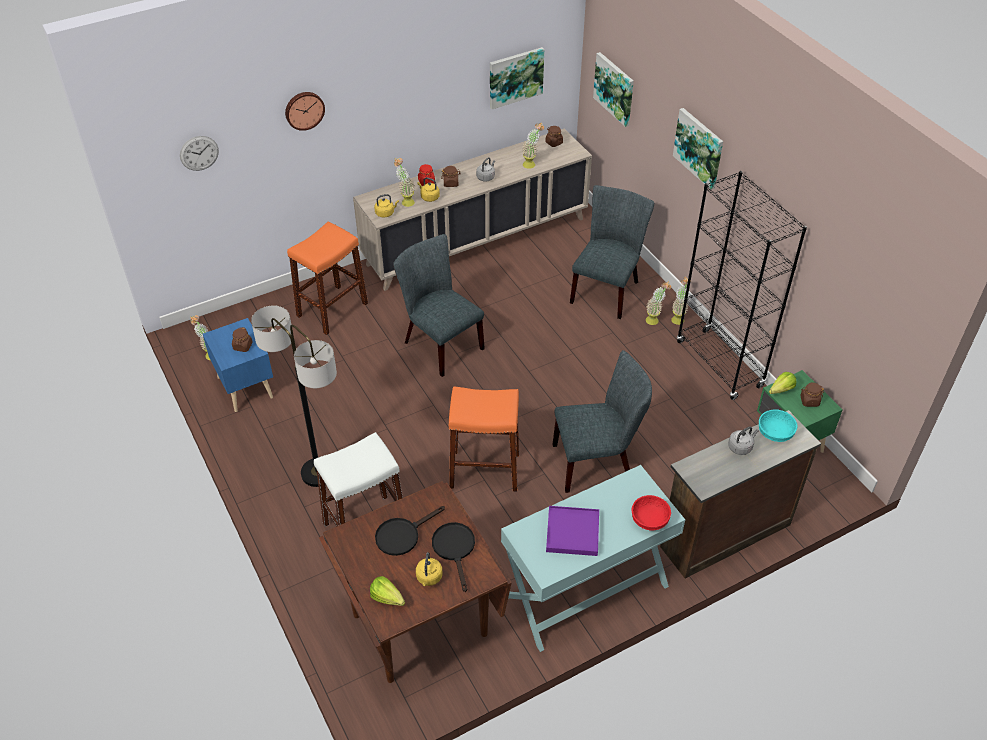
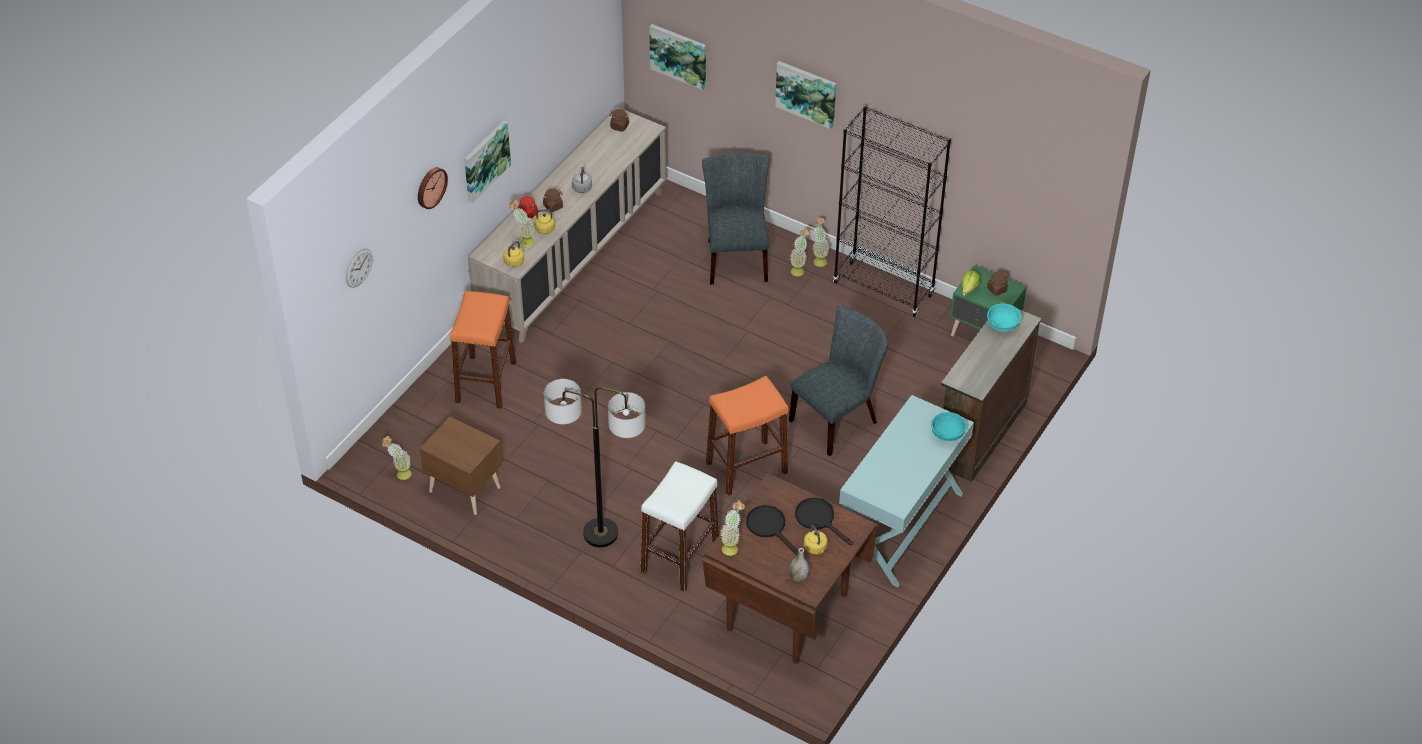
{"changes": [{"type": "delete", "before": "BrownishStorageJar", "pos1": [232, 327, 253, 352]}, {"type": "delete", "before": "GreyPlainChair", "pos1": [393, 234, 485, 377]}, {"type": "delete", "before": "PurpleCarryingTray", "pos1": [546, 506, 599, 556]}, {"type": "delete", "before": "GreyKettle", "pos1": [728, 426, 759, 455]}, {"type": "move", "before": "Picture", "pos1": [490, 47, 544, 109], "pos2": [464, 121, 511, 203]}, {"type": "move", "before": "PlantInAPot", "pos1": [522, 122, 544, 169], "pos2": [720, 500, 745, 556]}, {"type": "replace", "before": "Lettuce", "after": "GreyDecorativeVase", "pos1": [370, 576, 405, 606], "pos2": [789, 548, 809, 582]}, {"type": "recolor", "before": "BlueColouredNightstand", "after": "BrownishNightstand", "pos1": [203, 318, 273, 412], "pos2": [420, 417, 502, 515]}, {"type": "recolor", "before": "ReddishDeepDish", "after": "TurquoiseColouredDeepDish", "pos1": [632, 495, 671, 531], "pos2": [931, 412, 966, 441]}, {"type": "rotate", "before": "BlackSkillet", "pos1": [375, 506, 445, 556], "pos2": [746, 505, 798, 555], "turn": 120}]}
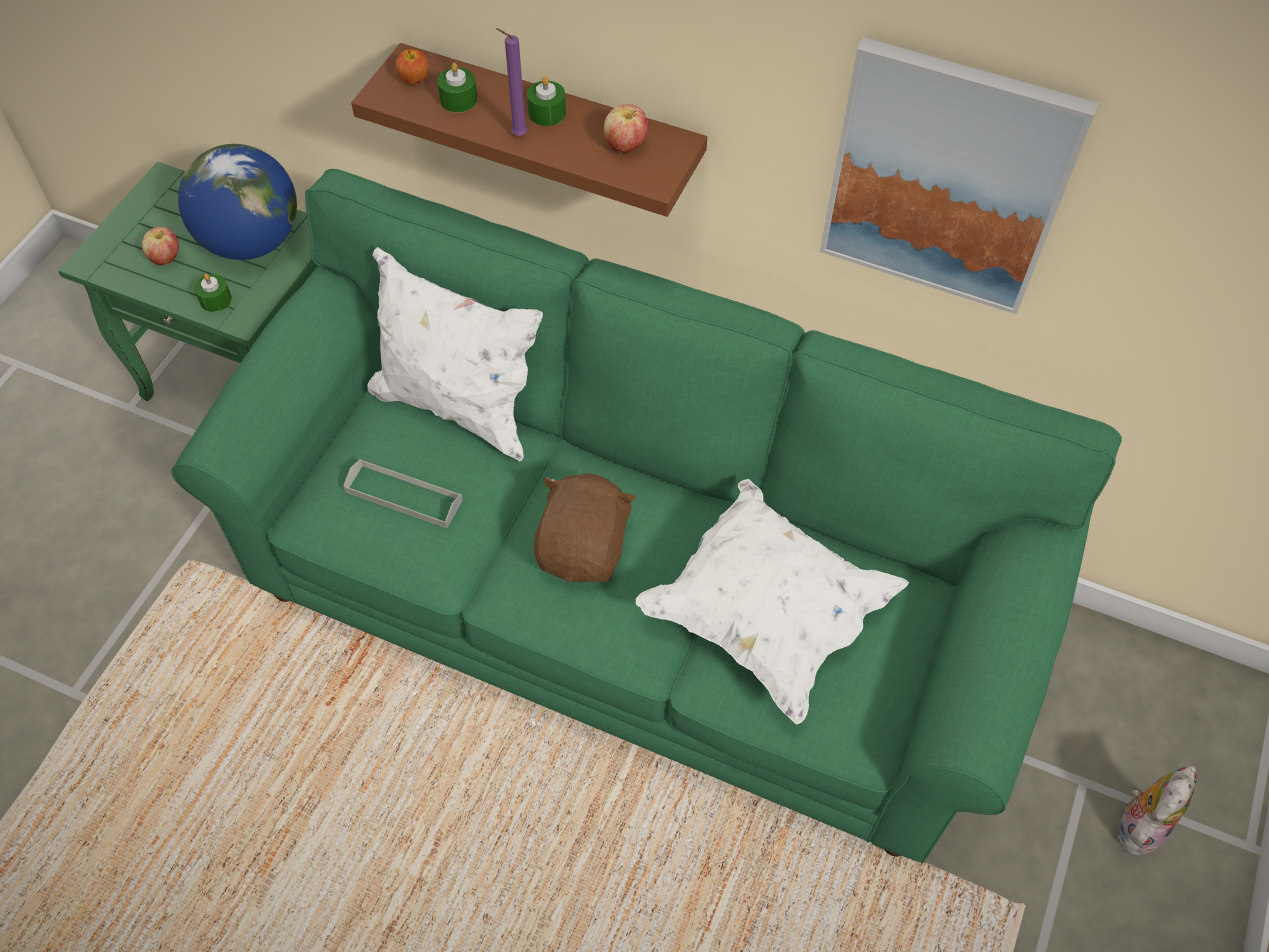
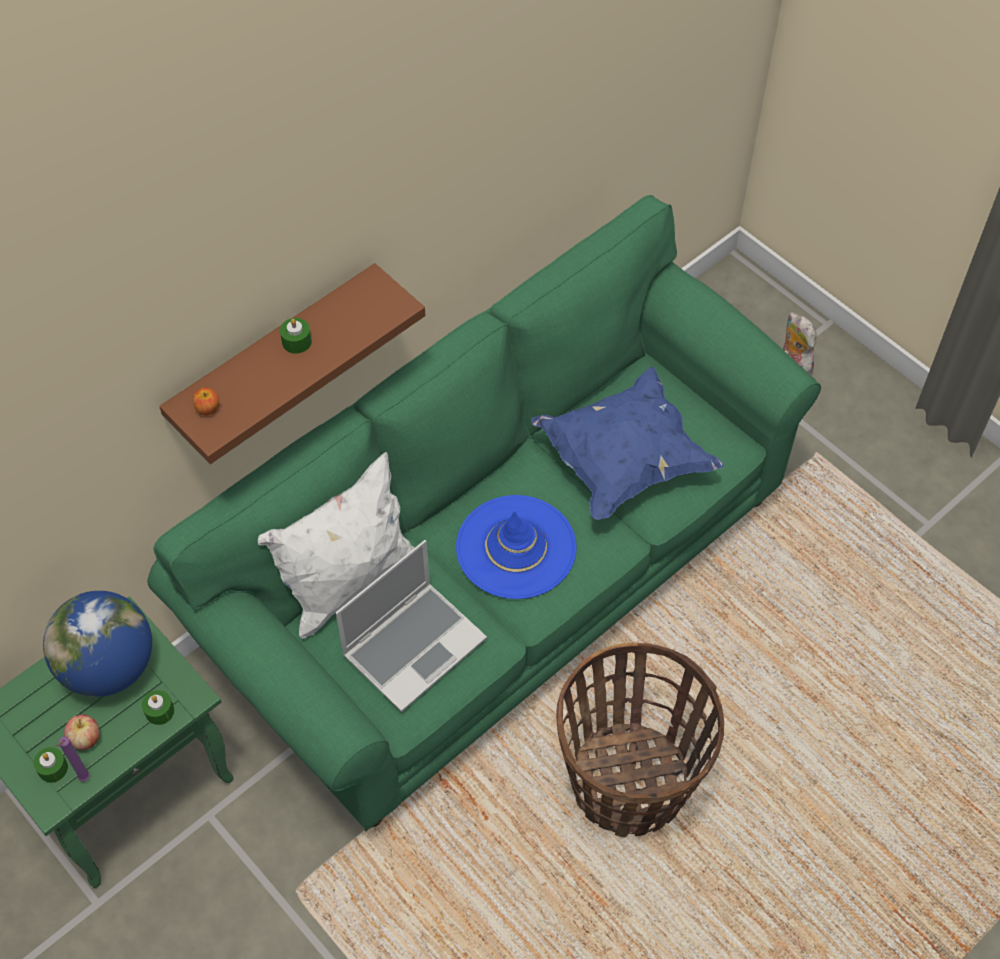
{"changes": [{"type": "delete", "before": "WholeApple", "pos1": [604, 104, 648, 152]}, {"type": "delete", "before": "Picture", "pos1": [820, 37, 1099, 315]}, {"type": "insert", "after": "Basket", "pos2": [556, 643, 724, 838]}, {"type": "move", "before": "GreenColouredWaxLight", "pos1": [437, 63, 477, 113], "pos2": [33, 747, 68, 783]}, {"type": "move", "before": "PurpleWaxLight", "pos1": [496, 28, 527, 136], "pos2": [56, 737, 90, 782]}, {"type": "replace", "before": "GreyCarryingTray", "after": "PortableComputer", "pos1": [343, 459, 463, 528], "pos2": [336, 540, 487, 712]}, {"type": "replace", "before": "BrownishSoftToy", "after": "BlueColouredHat", "pos1": [534, 473, 636, 582], "pos2": [456, 495, 577, 599]}, {"type": "recolor", "before": "WhiteColouredCushion", "after": "BlueColouredCushion", "pos1": [636, 479, 909, 725], "pos2": [531, 367, 724, 520]}]}
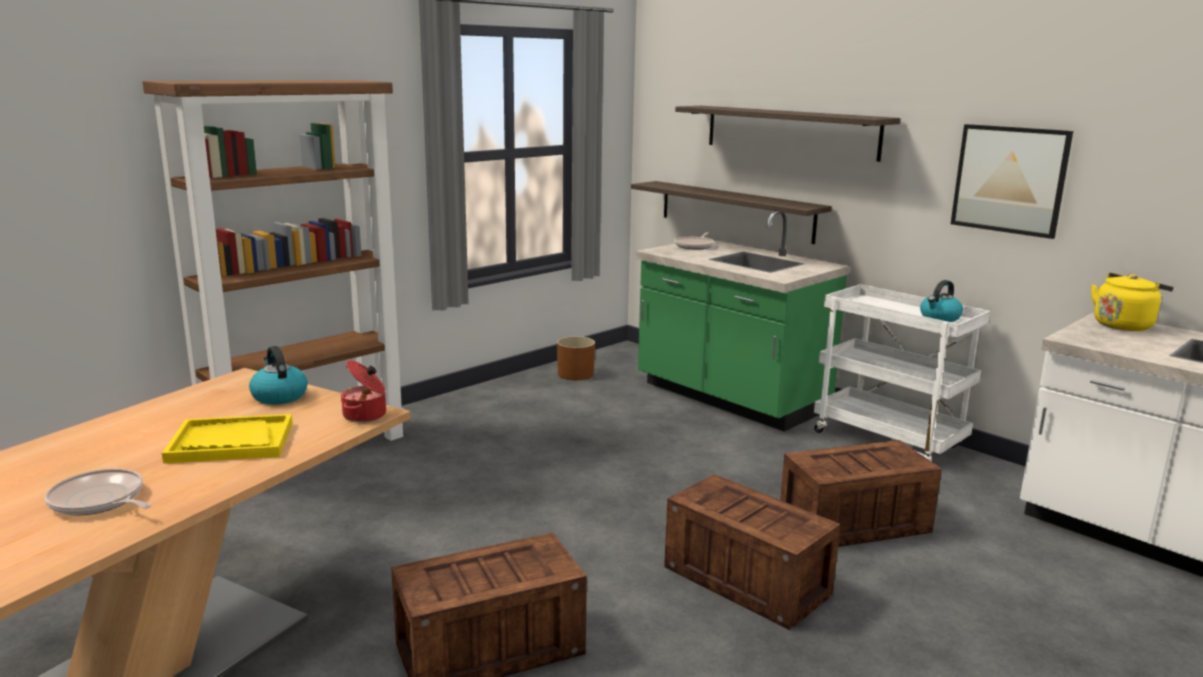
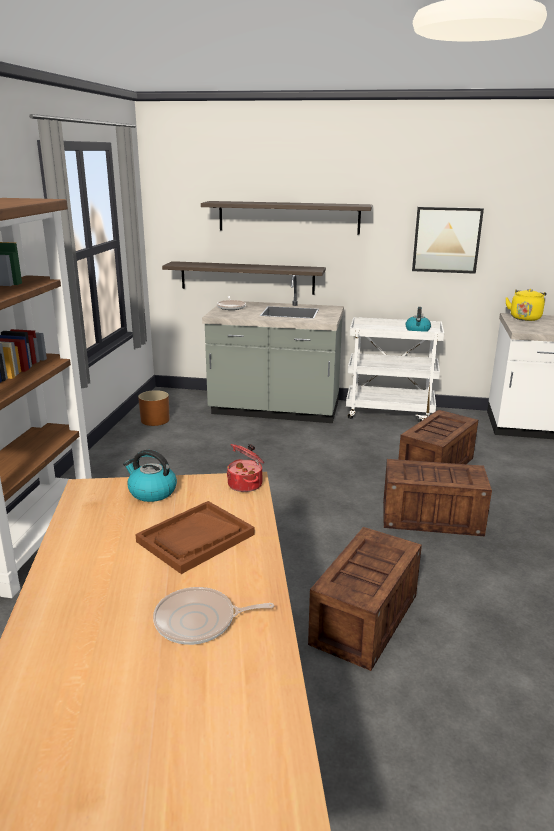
{"changes": [{"type": "recolor", "before": "YellowishCarryingTray", "after": "BrownishCarryingTray", "pos1": [162, 414, 293, 464], "pos2": [135, 501, 254, 574]}, {"type": "recolor", "before": "GreenColouredCounter", "after": "GreyCounter", "pos1": [636, 211, 850, 431], "pos2": [202, 275, 344, 423]}]}
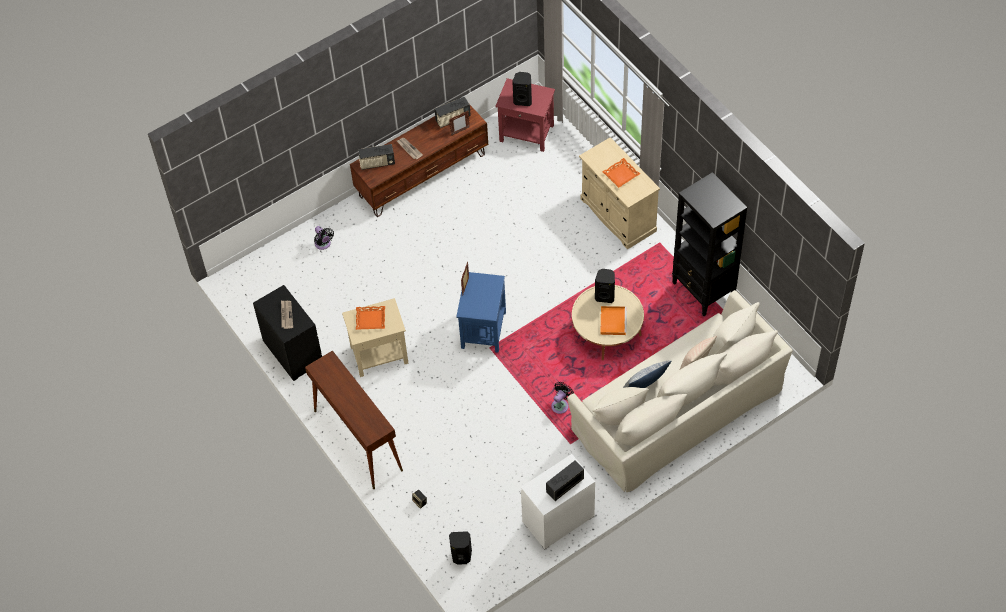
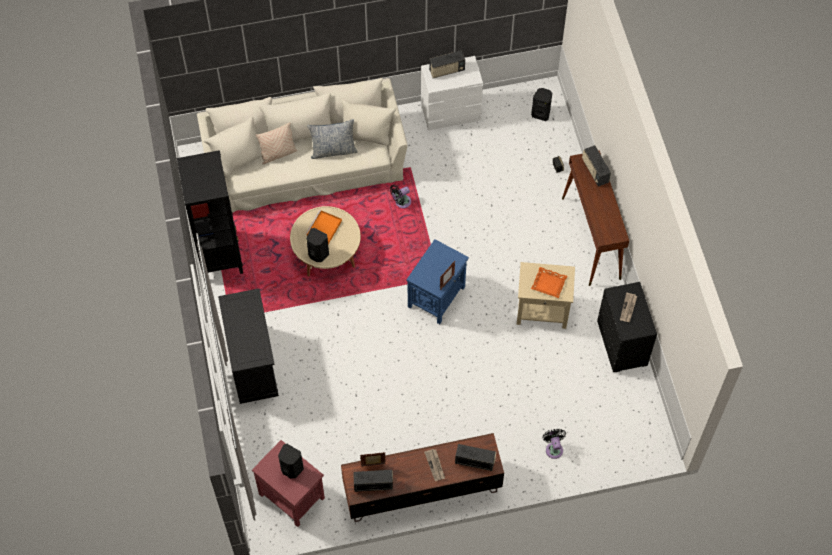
{"changes": [{"type": "delete", "before": "OrangeCarryingTray", "pos1": [602, 158, 640, 188]}, {"type": "insert", "after": "RadioReceiver", "pos2": [582, 145, 611, 187]}, {"type": "recolor", "before": "SandColouredCupboard", "after": "BlackCupboard", "pos1": [579, 137, 660, 249], "pos2": [218, 288, 279, 404]}]}
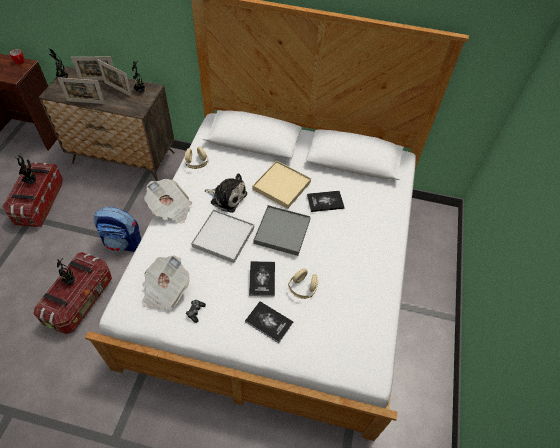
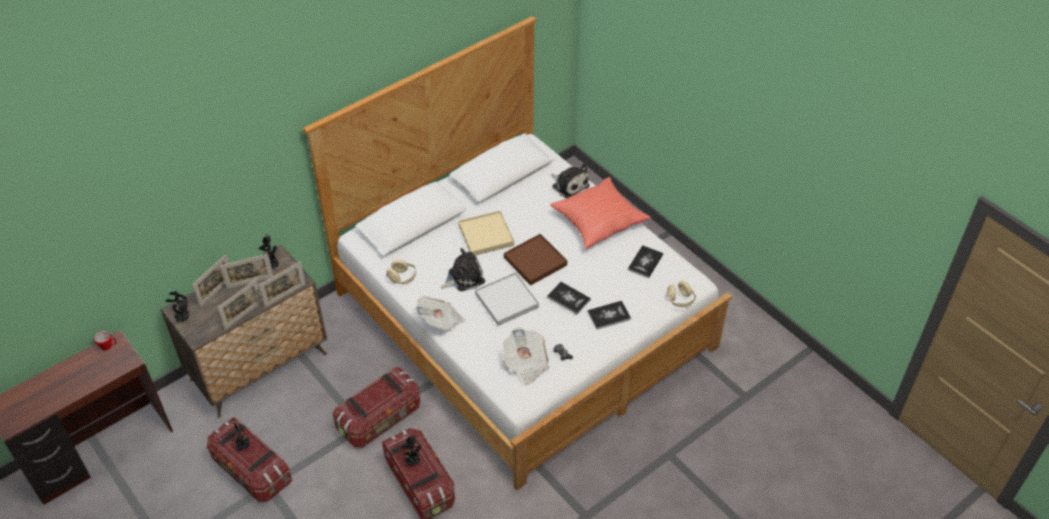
{"changes": [{"type": "insert", "after": "PictureFrame", "pos2": [259, 261, 306, 308]}, {"type": "insert", "after": "ReddishCushion", "pos2": [550, 177, 651, 248]}, {"type": "insert", "after": "SoftToy", "pos2": [551, 164, 590, 198]}, {"type": "move", "before": "SandColouredHeadphones", "pos1": [288, 268, 319, 299], "pos2": [667, 281, 696, 307]}, {"type": "move", "before": "BoundBook", "pos1": [307, 191, 345, 212], "pos2": [628, 245, 663, 279]}, {"type": "replace", "before": "Backpack", "after": "StorageBin", "pos1": [94, 207, 141, 252], "pos2": [333, 367, 420, 448]}, {"type": "recolor", "before": "GreyCarryingTray", "after": "BrownishCarryingTray", "pos1": [254, 205, 311, 256], "pos2": [504, 234, 567, 286]}]}
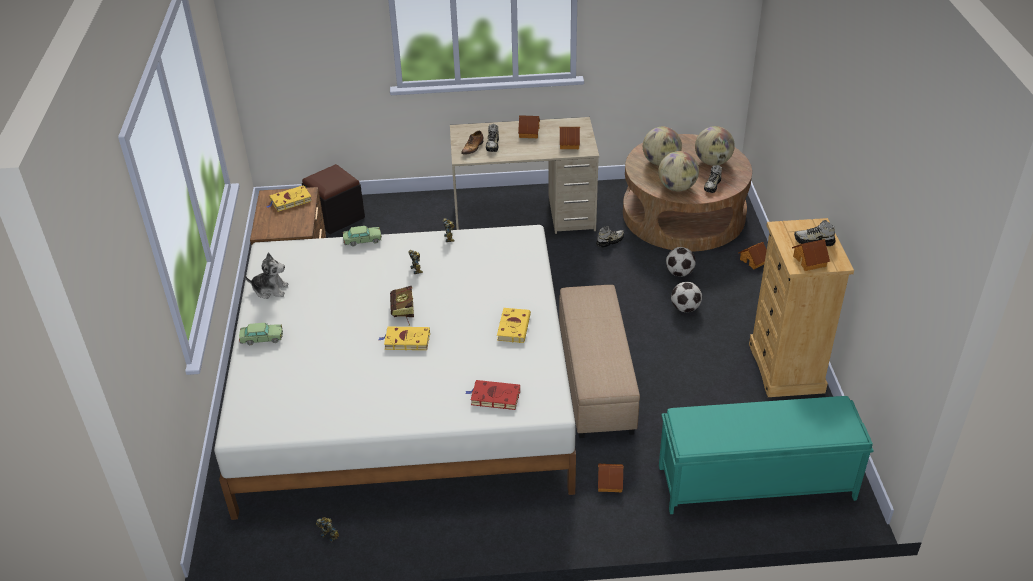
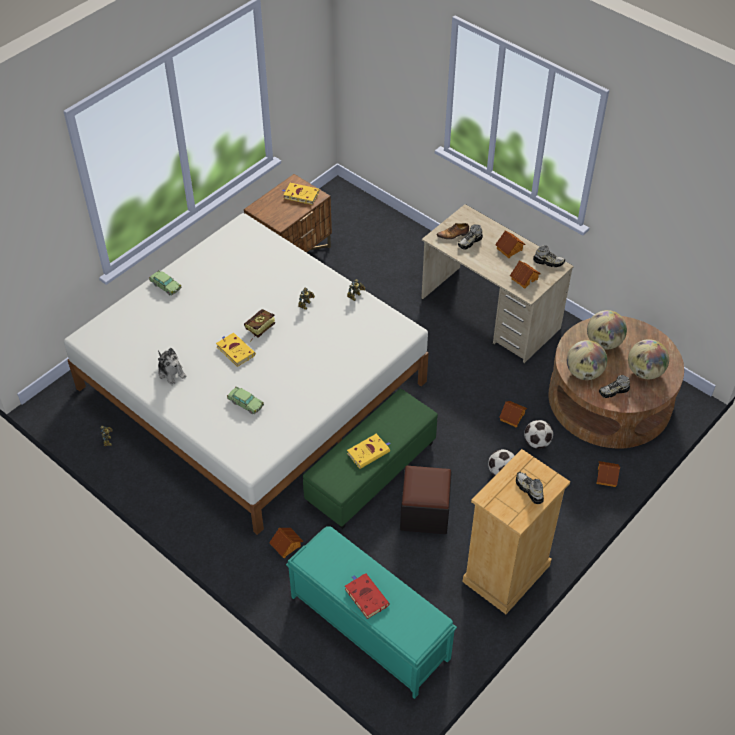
{"changes": [{"type": "move", "before": "SoftToy", "pos1": [244, 253, 289, 299], "pos2": [158, 348, 187, 385]}, {"type": "move", "before": "BlackFootrest", "pos1": [302, 164, 365, 234], "pos2": [400, 466, 452, 534]}, {"type": "move", "before": "ModelCar", "pos1": [343, 226, 382, 247], "pos2": [227, 387, 264, 415]}, {"type": "move", "before": "ReddishBoundBook", "pos1": [465, 380, 520, 410], "pos2": [345, 573, 390, 619]}, {"type": "move", "before": "YellowishBoundBook", "pos1": [497, 308, 531, 343], "pos2": [347, 434, 391, 469]}, {"type": "move", "before": "Shoe", "pos1": [596, 226, 624, 248], "pos2": [533, 245, 565, 267]}, {"type": "move", "before": "ToyHouse", "pos1": [792, 239, 830, 271], "pos2": [499, 401, 527, 428]}, {"type": "recolor", "before": "SandColouredFootrest", "after": "GreenColouredFootrest", "pos1": [559, 285, 640, 438], "pos2": [303, 389, 438, 529]}]}
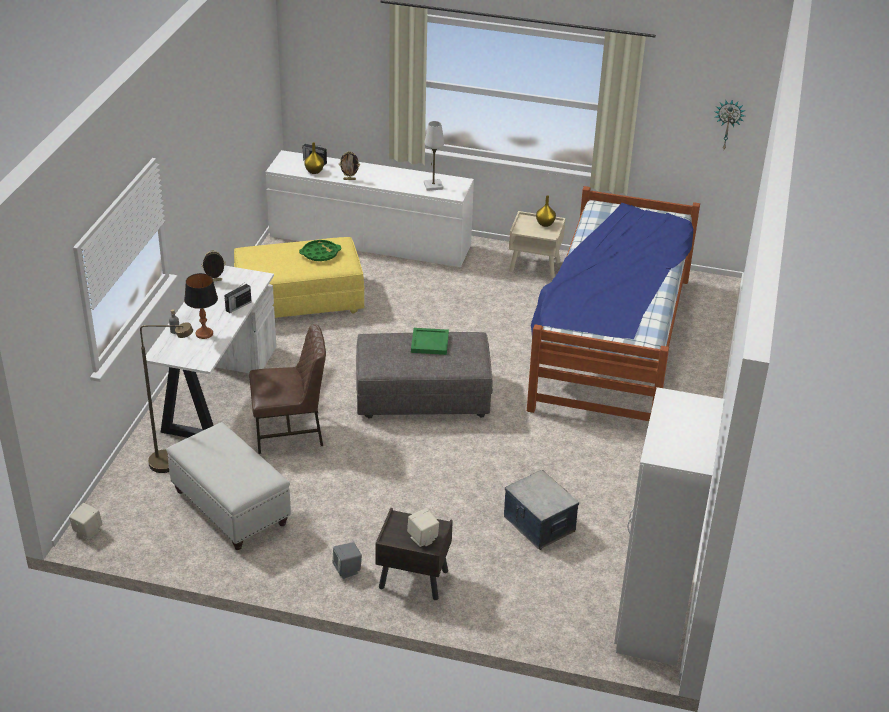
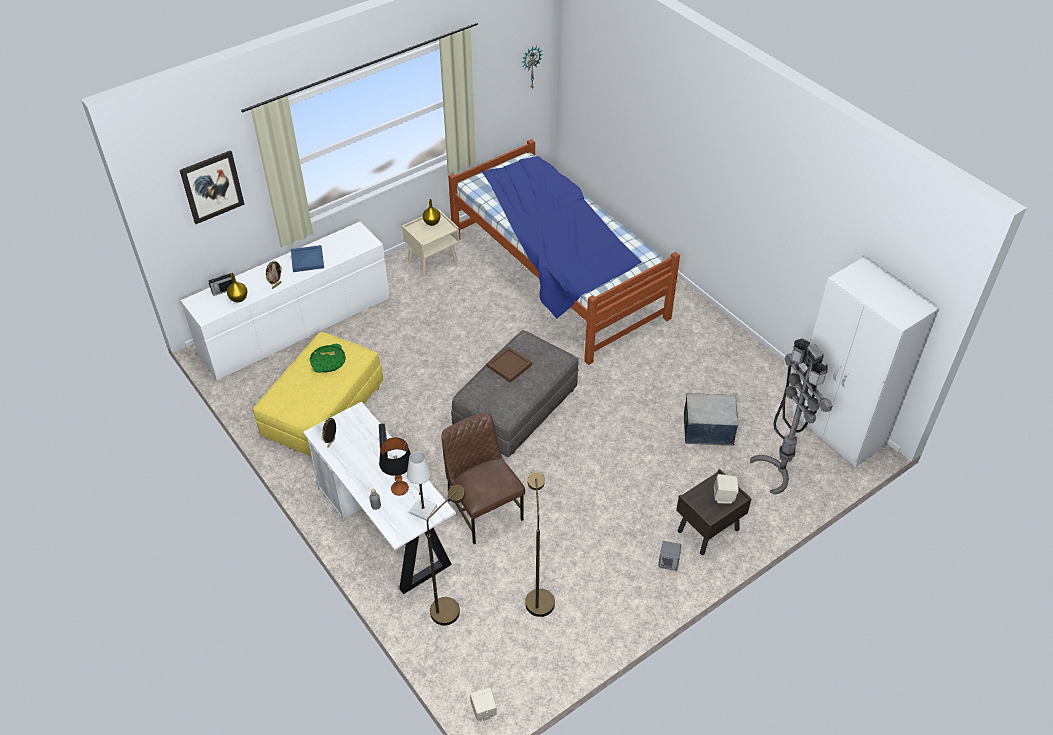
{"changes": [{"type": "insert", "after": "Picture", "pos2": [180, 150, 245, 224]}, {"type": "insert", "after": "BlueColouredCarryingTray", "pos2": [291, 245, 324, 272]}, {"type": "insert", "after": "GreyStandingLamp", "pos2": [750, 338, 832, 495]}, {"type": "move", "before": "WhiteColouredTableLamp", "pos1": [424, 121, 444, 191], "pos2": [407, 451, 437, 521]}, {"type": "replace", "before": "WhiteColouredFootrest", "after": "BrownishStandingLamp", "pos1": [166, 422, 291, 550], "pos2": [525, 472, 555, 617]}, {"type": "recolor", "before": "GreenColouredCarryingTray", "after": "BrownishCarryingTray", "pos1": [411, 328, 449, 355], "pos2": [486, 346, 532, 383]}, {"type": "rotate", "before": "BrownishPlainChair", "pos1": [249, 324, 326, 454], "pos2": [442, 412, 525, 544], "turn": -60}]}
